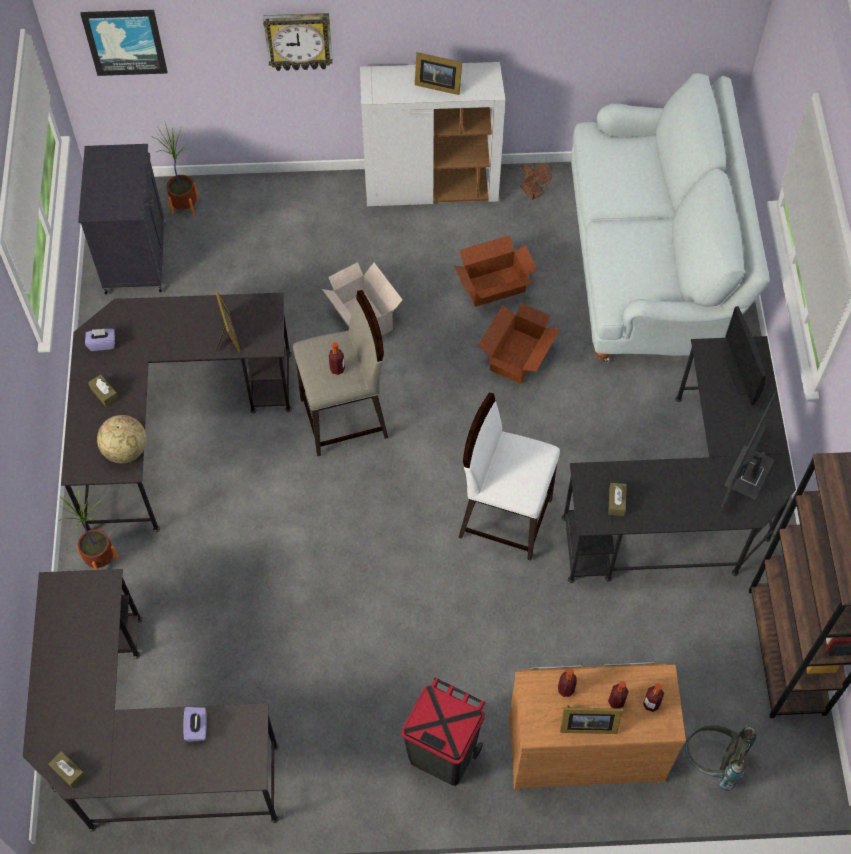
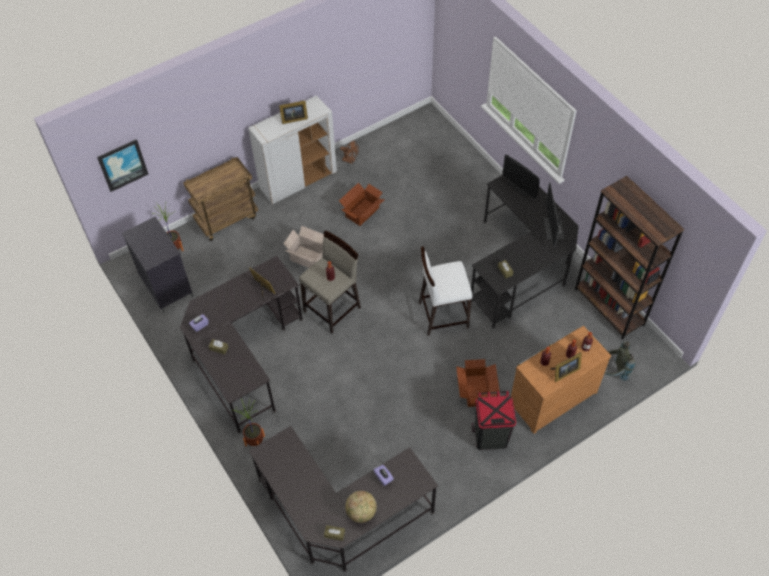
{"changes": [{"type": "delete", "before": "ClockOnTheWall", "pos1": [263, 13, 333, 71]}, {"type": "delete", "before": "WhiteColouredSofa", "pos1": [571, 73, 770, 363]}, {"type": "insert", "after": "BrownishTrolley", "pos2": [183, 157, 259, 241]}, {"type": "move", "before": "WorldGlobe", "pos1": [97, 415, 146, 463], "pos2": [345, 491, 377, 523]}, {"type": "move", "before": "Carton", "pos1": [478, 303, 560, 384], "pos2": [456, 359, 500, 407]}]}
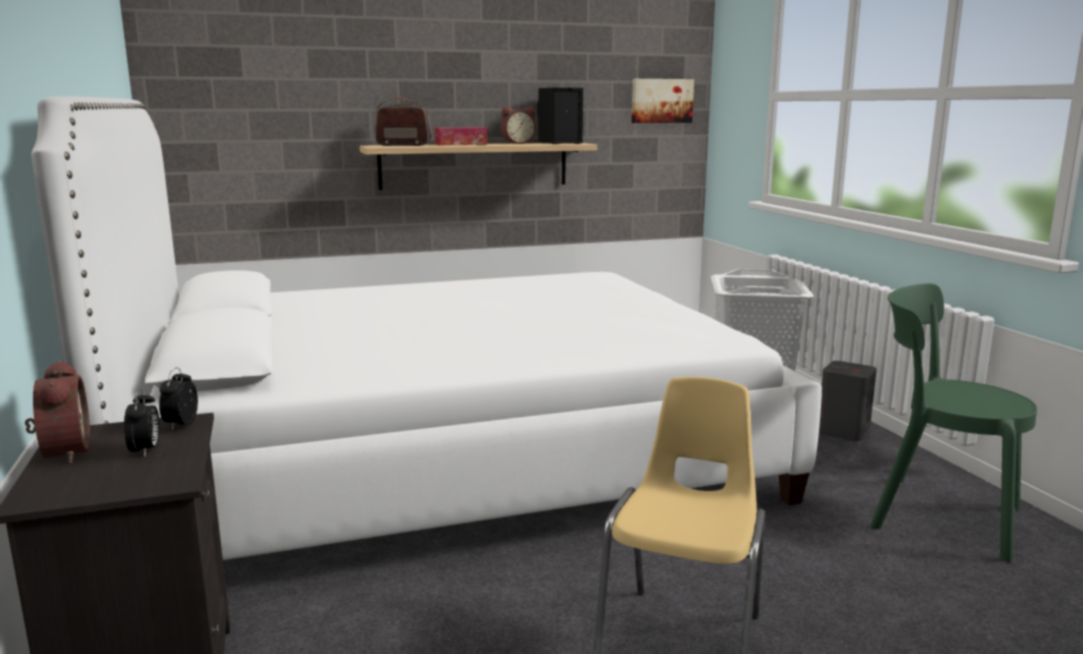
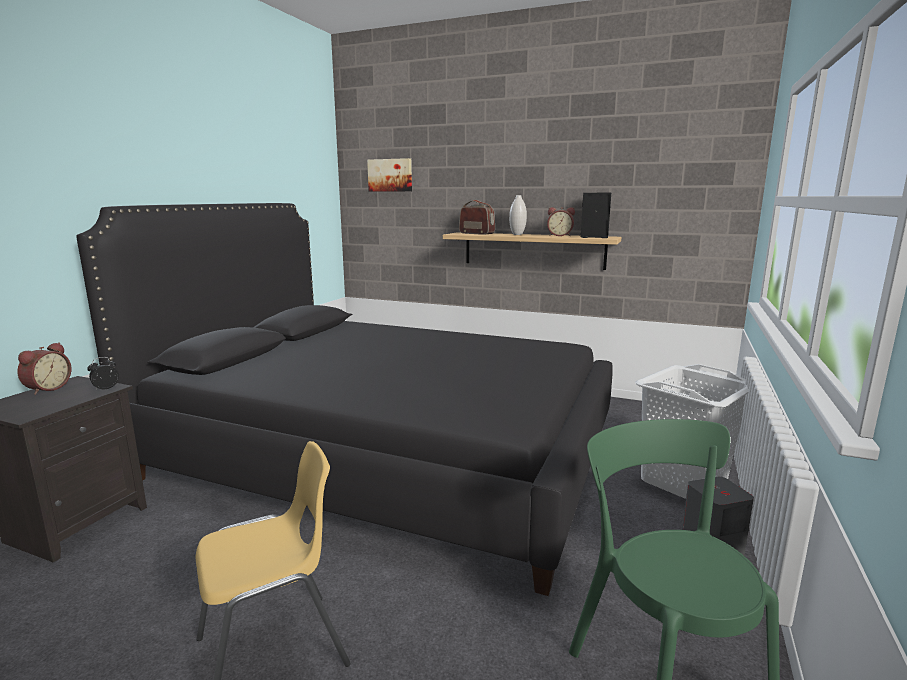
{"changes": [{"type": "delete", "before": "AlarmClock", "pos1": [124, 389, 160, 457]}, {"type": "move", "before": "Picture", "pos1": [631, 79, 694, 123], "pos2": [367, 158, 412, 192]}, {"type": "replace", "before": "TissueBox", "after": "WhiteColouredDecorativeVase", "pos1": [434, 127, 487, 146], "pos2": [509, 195, 527, 235]}, {"type": "recolor", "before": "WhiteColouredSleepingBed", "after": "BlackSleepingBed", "pos1": [31, 96, 822, 560], "pos2": [76, 203, 613, 596]}]}
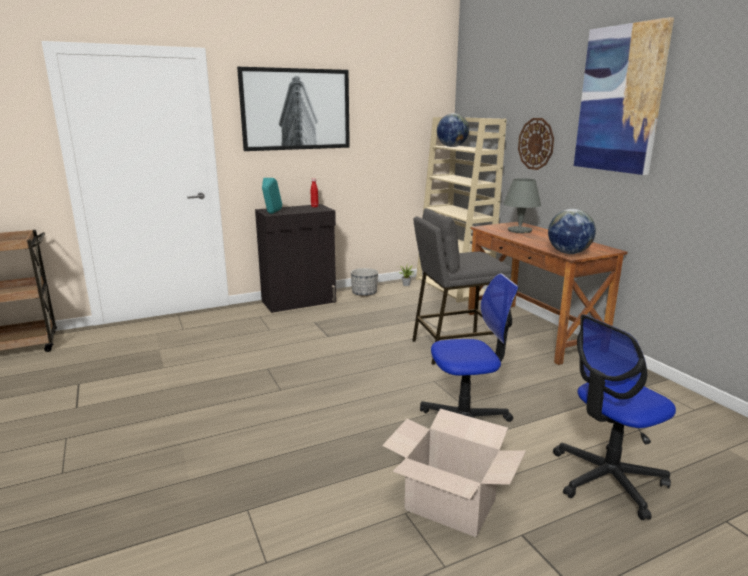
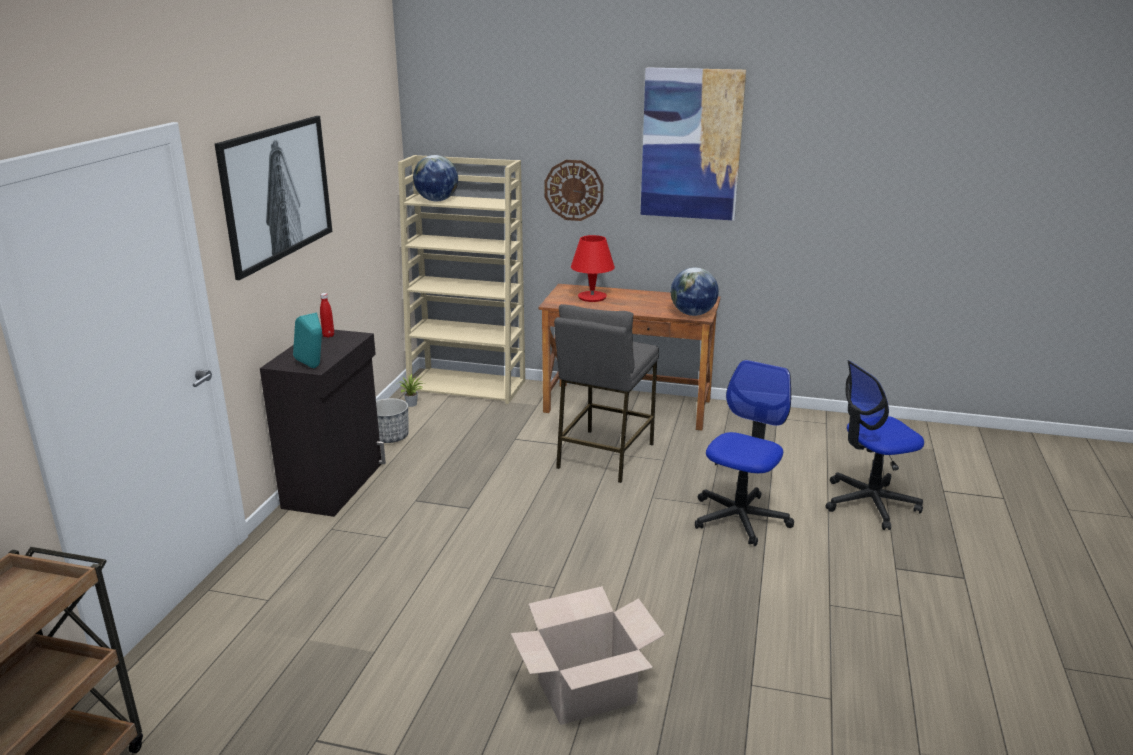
{"changes": [{"type": "move", "before": "Carton", "pos1": [382, 408, 526, 537], "pos2": [510, 586, 665, 725]}, {"type": "recolor", "before": "GreyTableLamp", "after": "ReddishTableLamp", "pos1": [503, 178, 541, 233], "pos2": [571, 235, 615, 302]}, {"type": "rotate", "before": "ComputerChair", "pos1": [553, 314, 676, 520], "pos2": [825, 360, 924, 530], "turn": 60}]}
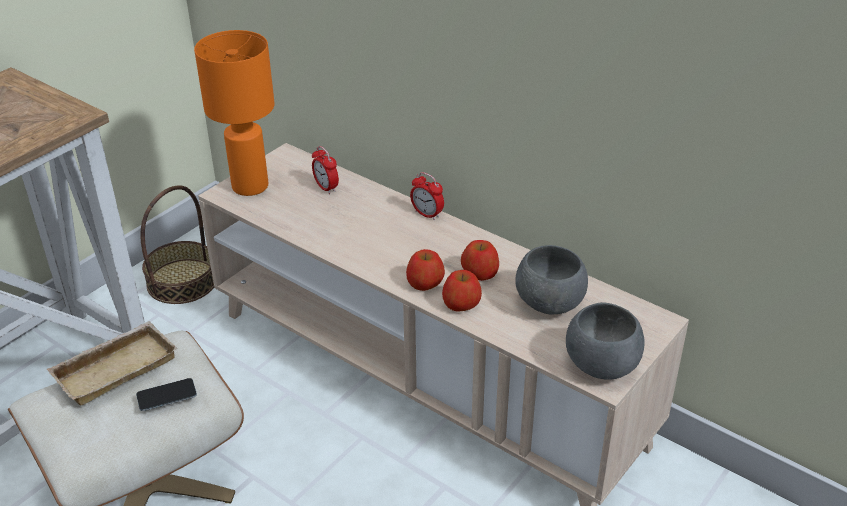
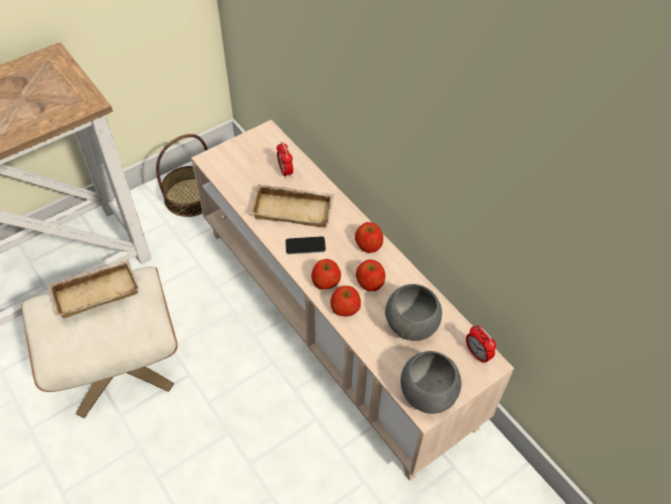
{"changes": [{"type": "delete", "before": "OrangeTableLamp", "pos1": [194, 30, 274, 196]}, {"type": "insert", "after": "SandColouredCarryingTray", "pos2": [250, 184, 334, 227]}, {"type": "insert", "after": "WholeApple", "pos2": [355, 222, 383, 253]}, {"type": "move", "before": "Telephone", "pos1": [136, 378, 197, 411], "pos2": [285, 236, 326, 254]}, {"type": "move", "before": "AlarmClock", "pos1": [410, 172, 444, 220], "pos2": [466, 326, 496, 364]}]}
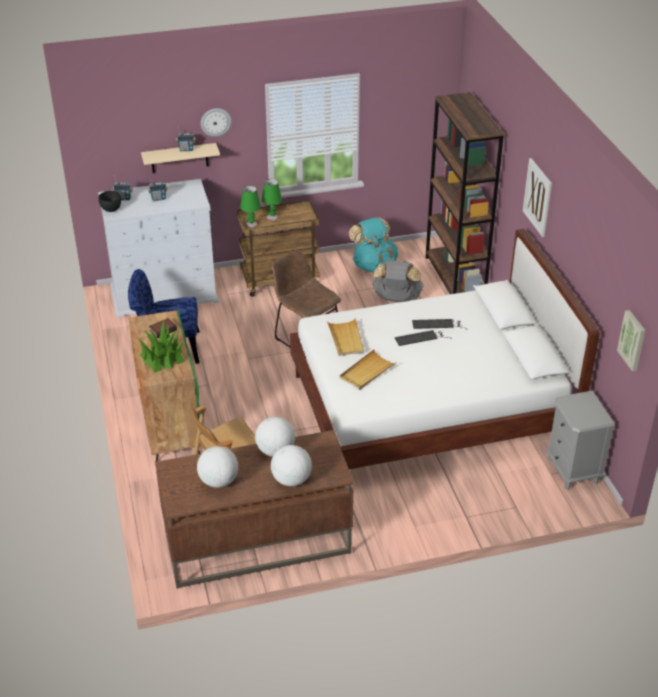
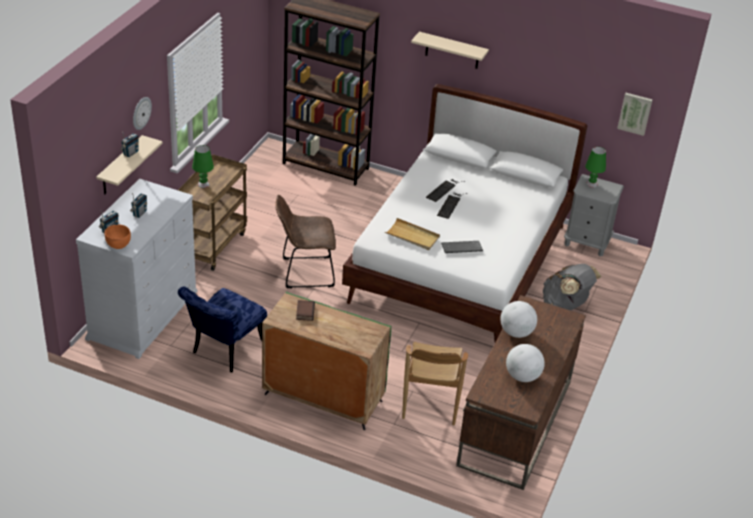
{"changes": [{"type": "delete", "before": "PlantInAPot", "pos1": [138, 321, 185, 373]}, {"type": "delete", "before": "WorldGlobe", "pos1": [271, 445, 312, 486]}, {"type": "delete", "before": "TurquoiseColouredBackpack", "pos1": [349, 217, 398, 272]}, {"type": "move", "before": "GreenColouredTableLamp", "pos1": [240, 186, 261, 227], "pos2": [585, 147, 606, 188]}, {"type": "move", "before": "GreyBackpack", "pos1": [372, 260, 424, 302], "pos2": [543, 264, 602, 310]}, {"type": "replace", "before": "SandColouredCarryingTray", "after": "ComputerKeyboard", "pos1": [339, 350, 396, 390], "pos2": [441, 241, 483, 253]}, {"type": "replace", "before": "Picture", "after": "SandColouredShelf", "pos1": [523, 158, 552, 237], "pos2": [411, 32, 489, 69]}, {"type": "recolor", "before": "BlackDeepDish", "after": "OrangeDeepDish", "pos1": [99, 191, 121, 212], "pos2": [104, 225, 131, 249]}]}
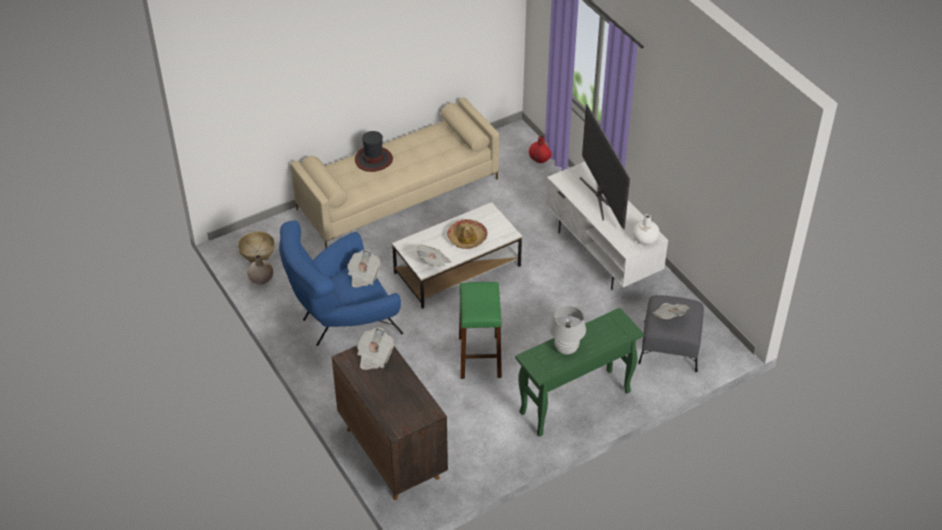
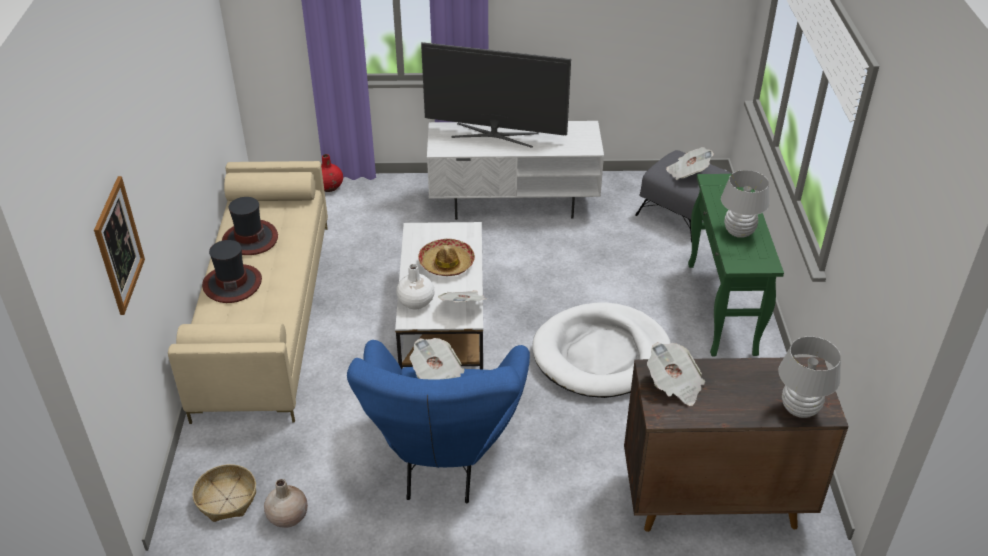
{"changes": [{"type": "insert", "after": "Picture", "pos2": [94, 176, 145, 315]}, {"type": "insert", "after": "Hat", "pos2": [222, 197, 278, 255]}, {"type": "insert", "after": "WhiteColouredTableLamp", "pos2": [778, 336, 841, 418]}, {"type": "move", "before": "WhiteColouredDecorativeVase", "pos1": [633, 214, 660, 245], "pos2": [396, 264, 434, 310]}, {"type": "replace", "before": "GreenColouredStool", "after": "WhiteColouredPetBed", "pos1": [459, 282, 502, 379], "pos2": [532, 303, 671, 398]}]}
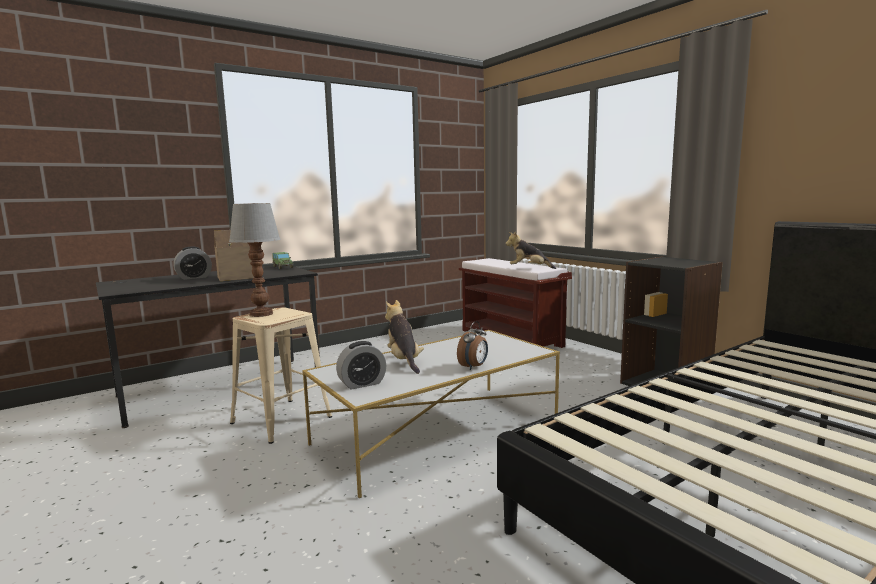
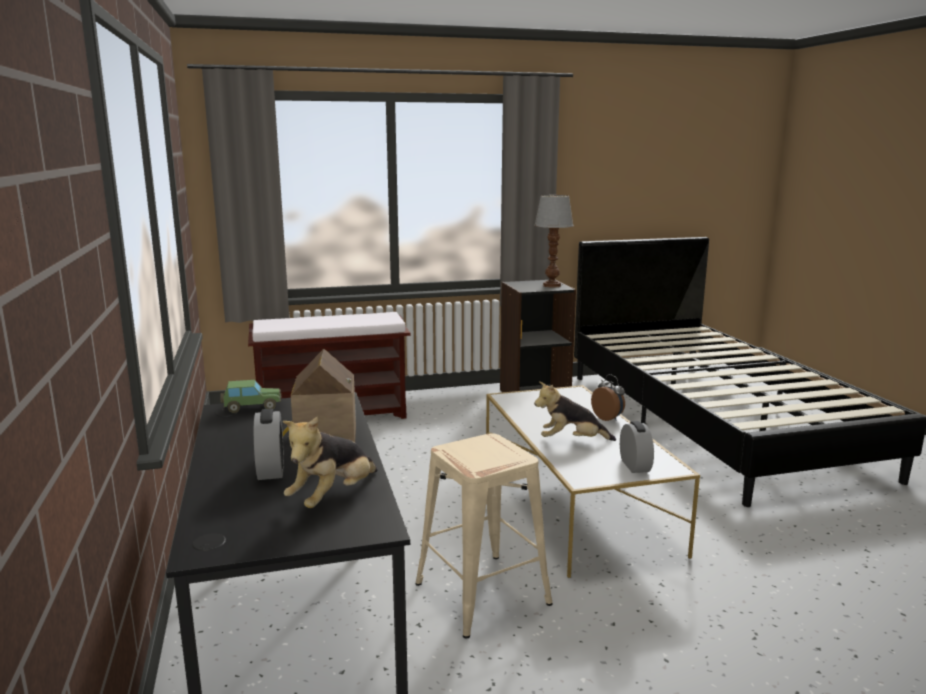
{"changes": [{"type": "move", "before": "TableLamp", "pos1": [229, 203, 280, 317], "pos2": [534, 195, 574, 288]}, {"type": "move", "before": "SoftToy", "pos1": [505, 232, 556, 269], "pos2": [283, 416, 378, 508]}]}
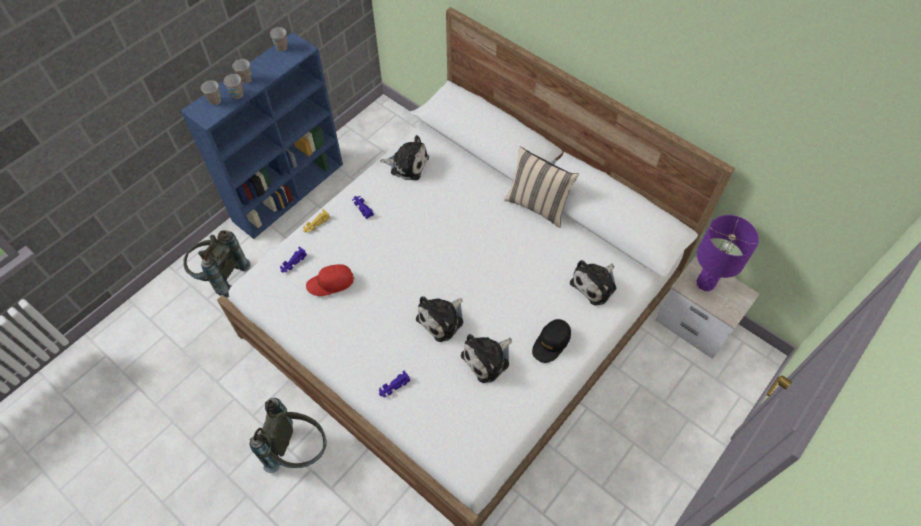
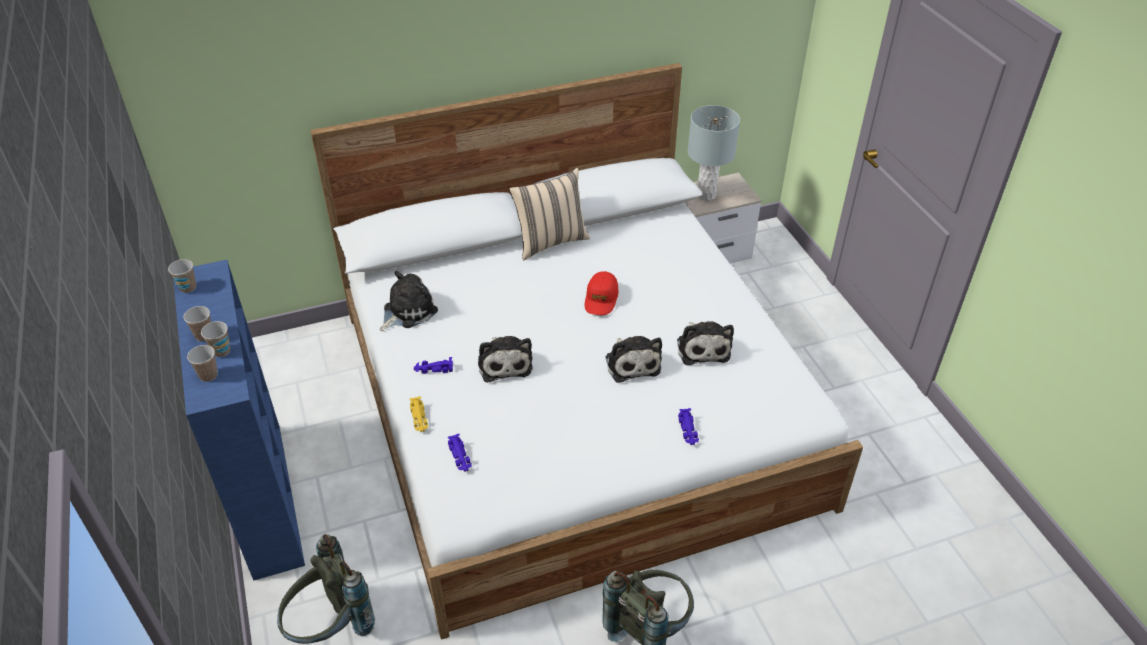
{"changes": [{"type": "delete", "before": "BlackCap", "pos1": [532, 319, 571, 363]}, {"type": "move", "before": "ReddishCap", "pos1": [306, 264, 354, 296], "pos2": [585, 271, 619, 315]}, {"type": "move", "before": "SoftToy", "pos1": [570, 260, 616, 305], "pos2": [478, 336, 533, 382]}, {"type": "recolor", "before": "PurpleTableLamp", "after": "GreyTableLamp", "pos1": [696, 215, 759, 291], "pos2": [688, 105, 740, 201]}]}
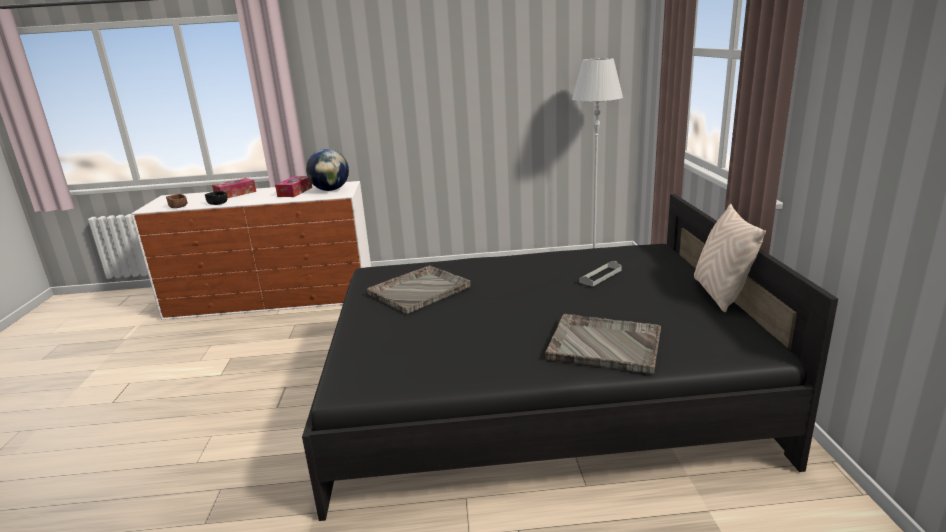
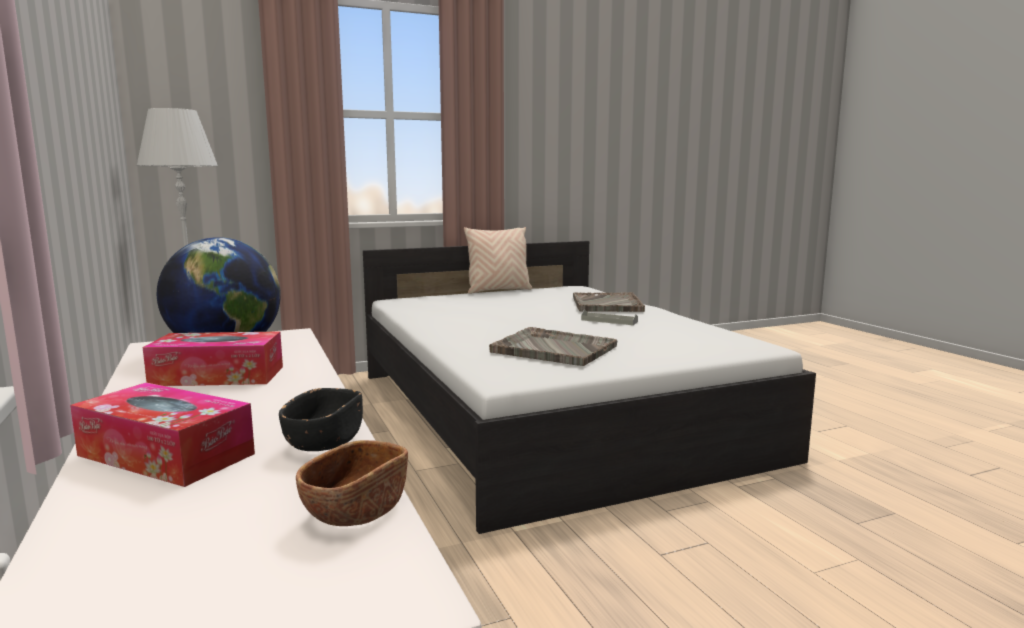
{"changes": [{"type": "move", "before": "GreyCarryingTray", "pos1": [579, 261, 622, 287], "pos2": [581, 310, 638, 325]}, {"type": "recolor", "before": "BlackSleepingBed", "after": "WhiteColouredSleepingBed", "pos1": [302, 194, 838, 521], "pos2": [363, 241, 816, 534]}]}
